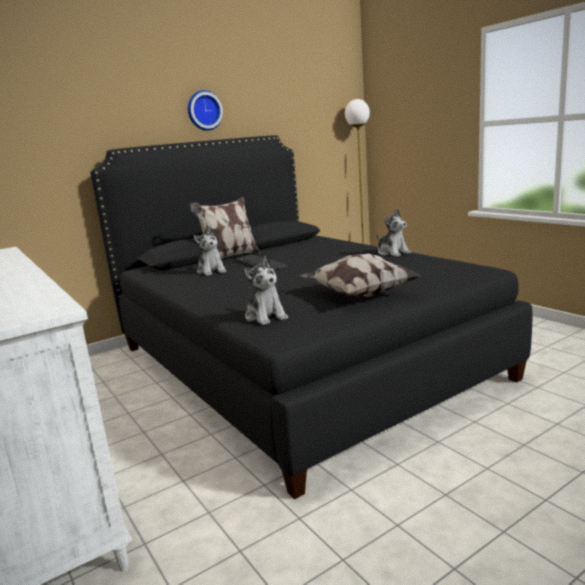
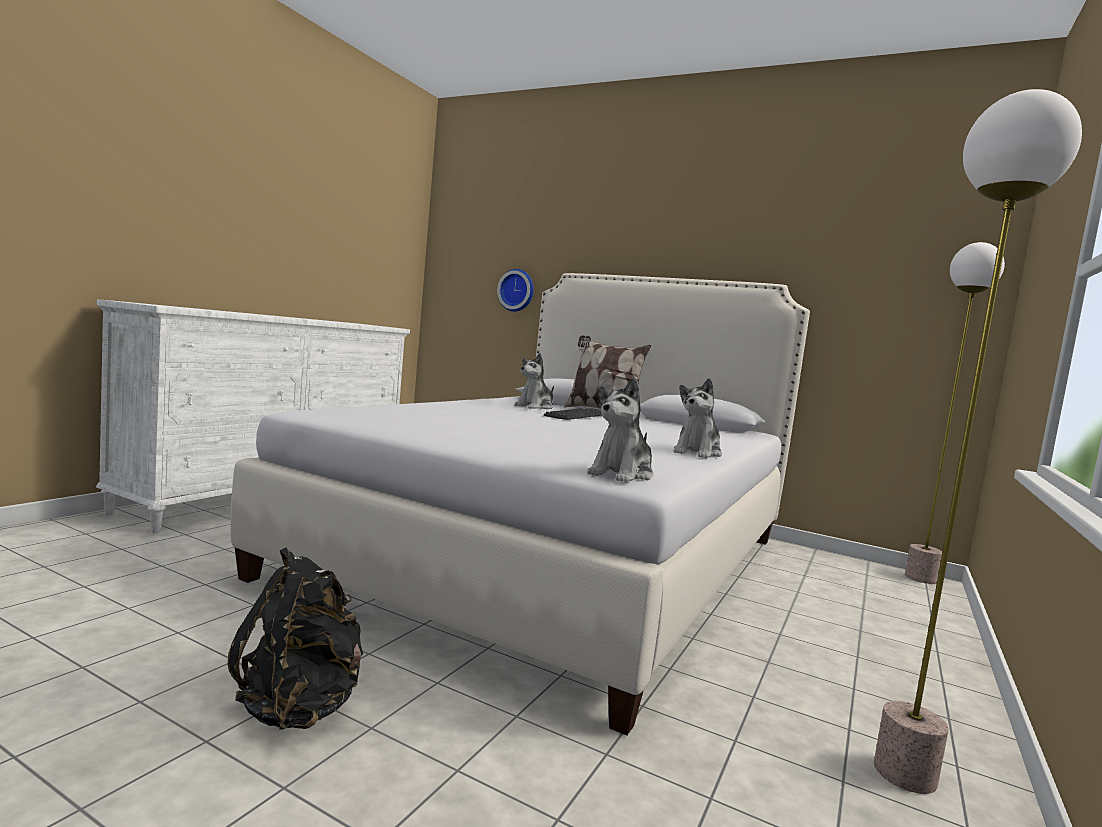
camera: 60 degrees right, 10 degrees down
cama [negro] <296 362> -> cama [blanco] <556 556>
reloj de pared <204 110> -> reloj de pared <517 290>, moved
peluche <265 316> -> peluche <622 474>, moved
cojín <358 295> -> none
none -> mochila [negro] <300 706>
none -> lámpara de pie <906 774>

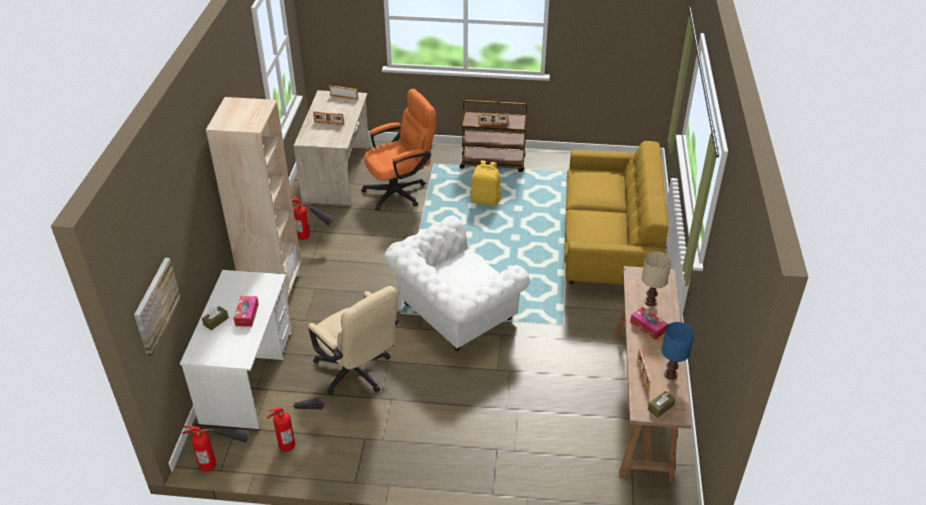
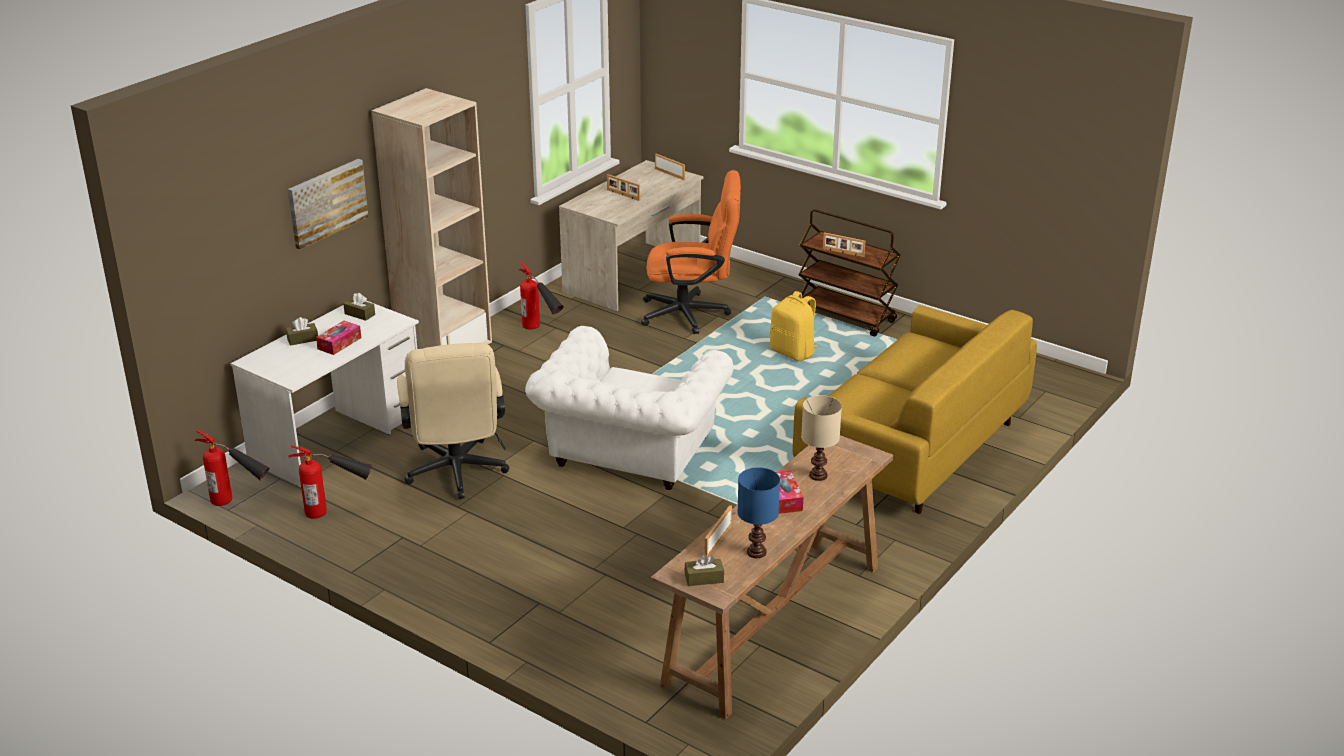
camera: 30 degrees right, 10 degrees down
cuadro <156 305> -> cuadro <327 202>, moved
sillón [blanco] <454 313> -> sillón [blanco] <629 455>, 60 degrees counterclockwise
none -> caja de pañuelos [marrón] <359 314>

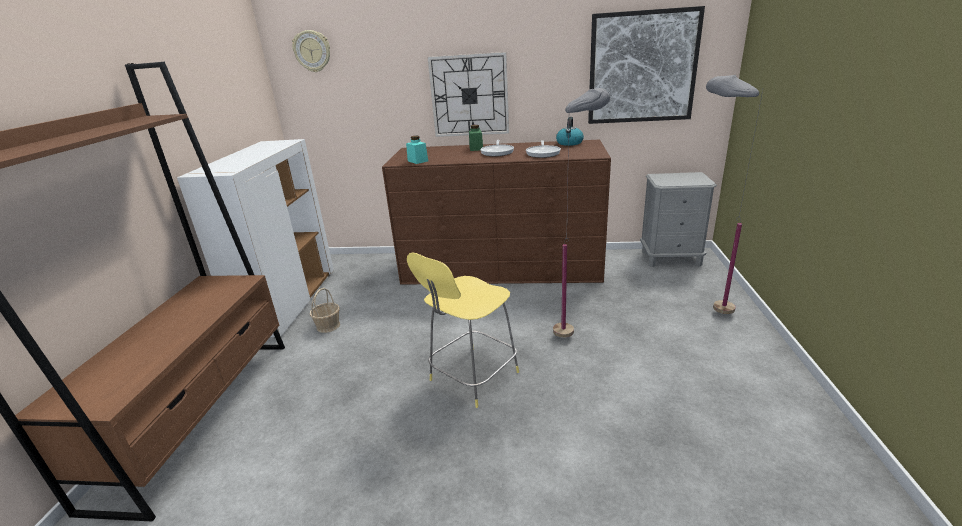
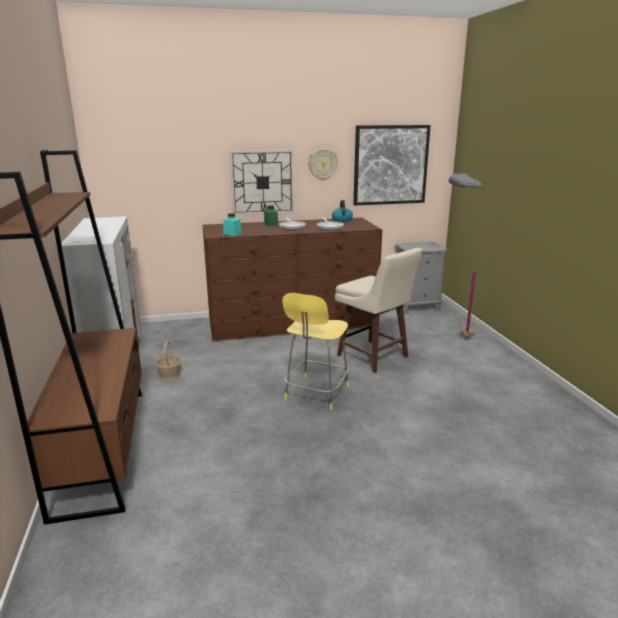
camera: 20 degrees left, 5 degrees down
reloj de pared <312 51> -> reloj de pared <322 164>, moved
lámpara de pie [gris] <575 330> -> taburete [beis] <373 357>

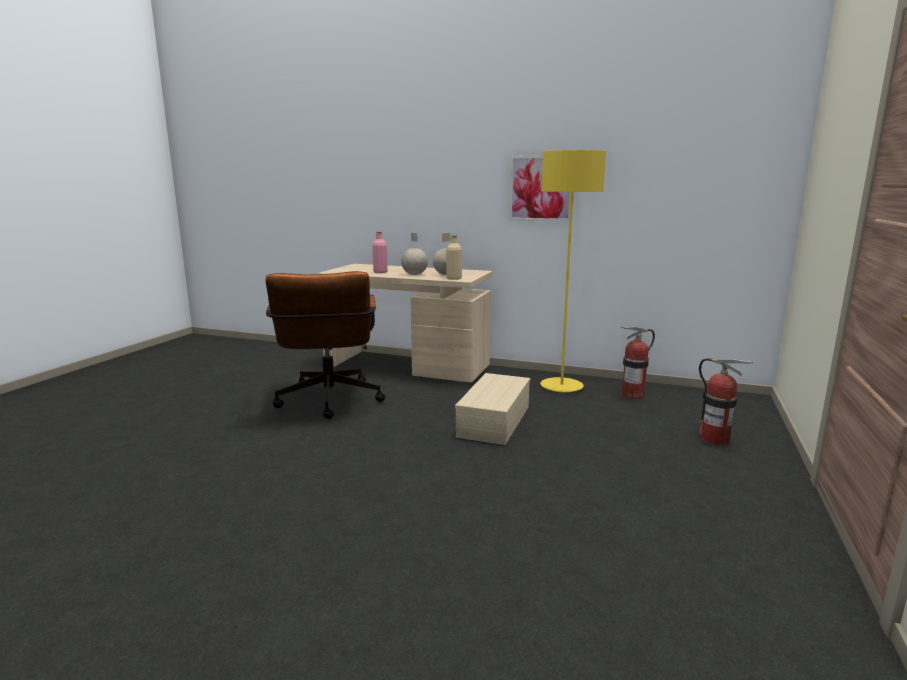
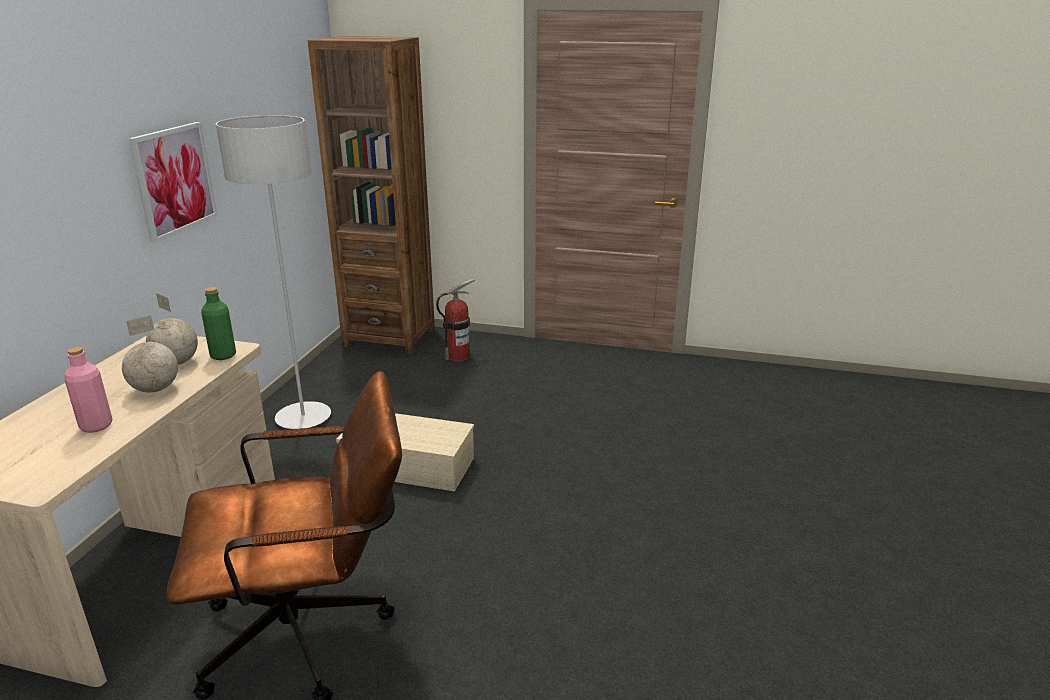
camera: 95 degrees left, 10 degrees up
botella [beis] <454 278> -> botella [verde] <223 355>
lámpara de pie [amarillo] <561 387> -> lámpara de pie [gris] <303 418>
extintor <632 395> -> none
none -> estantería [marrón] <389 337>

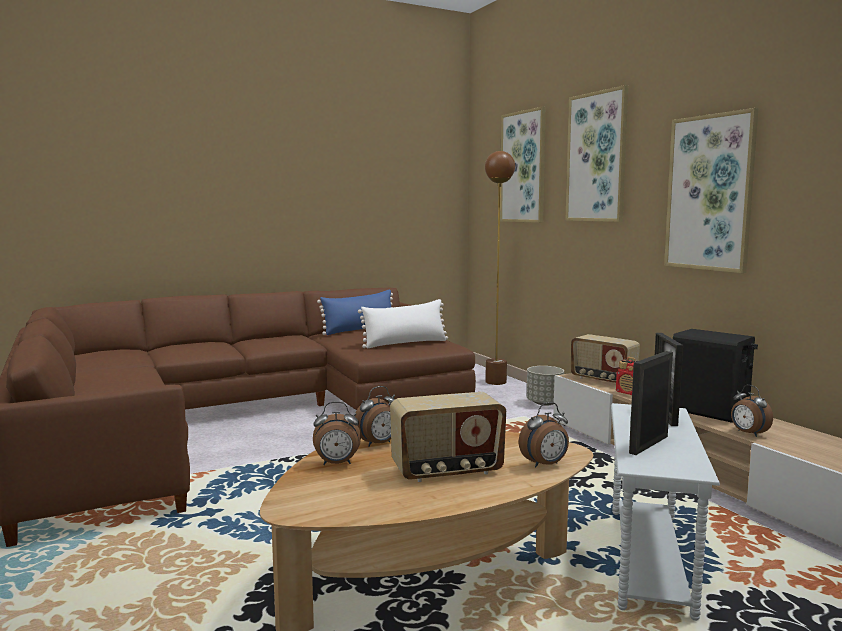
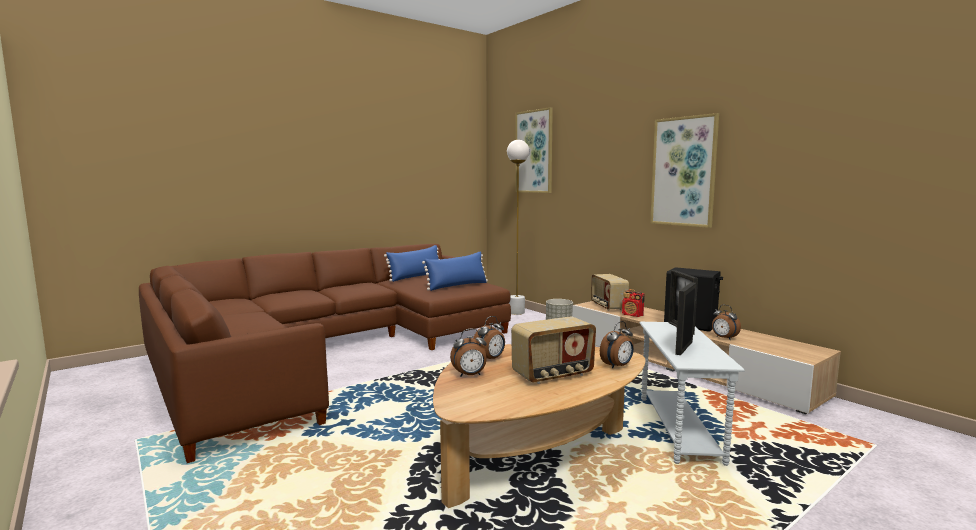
camera: 10 degrees left, 0 degrees up
cojín [blanco] <405 343> -> cojín [azul] <457 286>
lámpara de pie [marrón] <496 382> -> lámpara de pie [blanco] <517 312>
cuadro <597 157> -> none
radio <602 379> -> radio <607 306>, 45 degrees clockwise

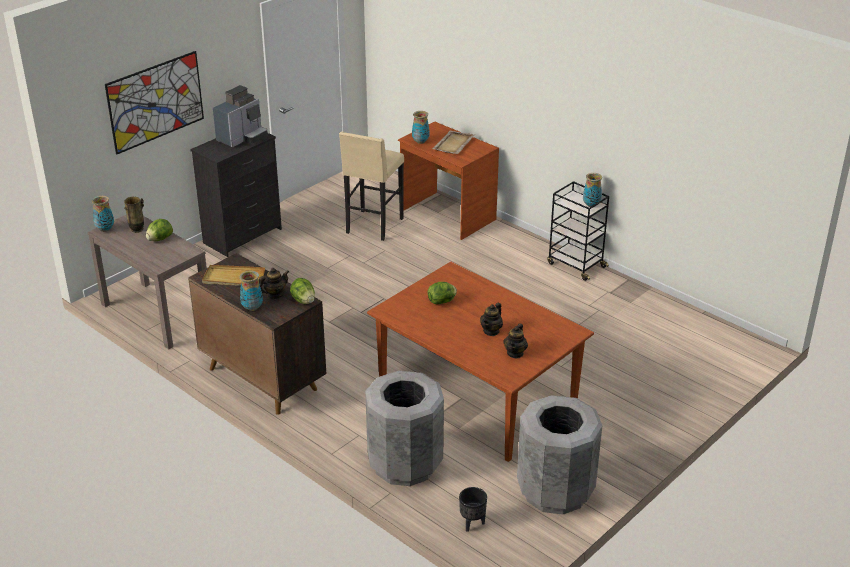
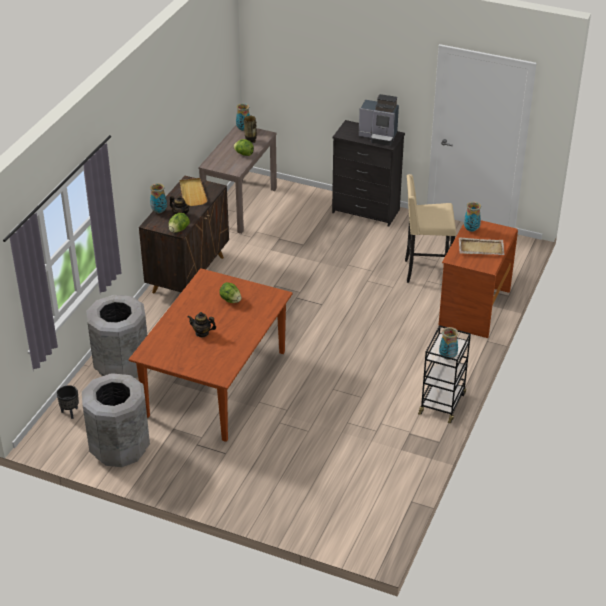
camera: 70 degrees right, 5 degrees up
cuadro <156 102> -> none
tetera <515 353> -> none

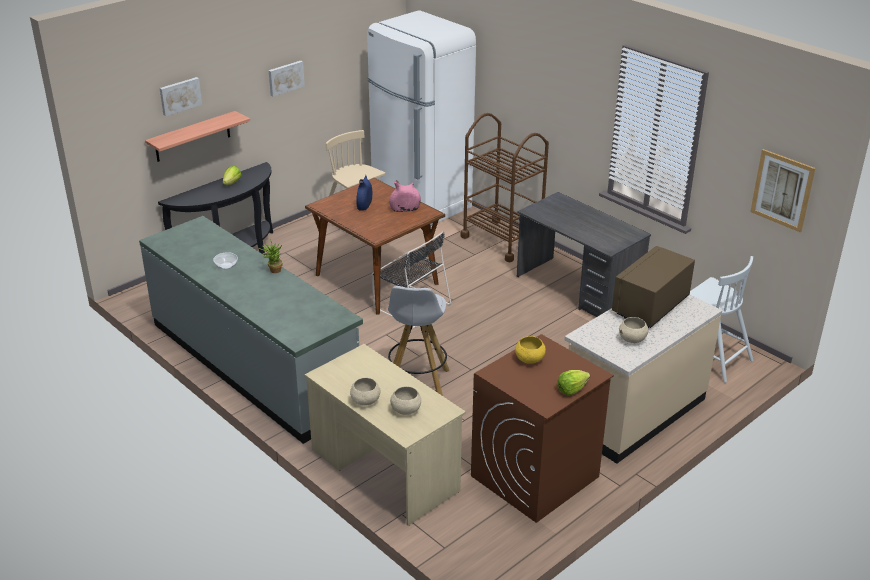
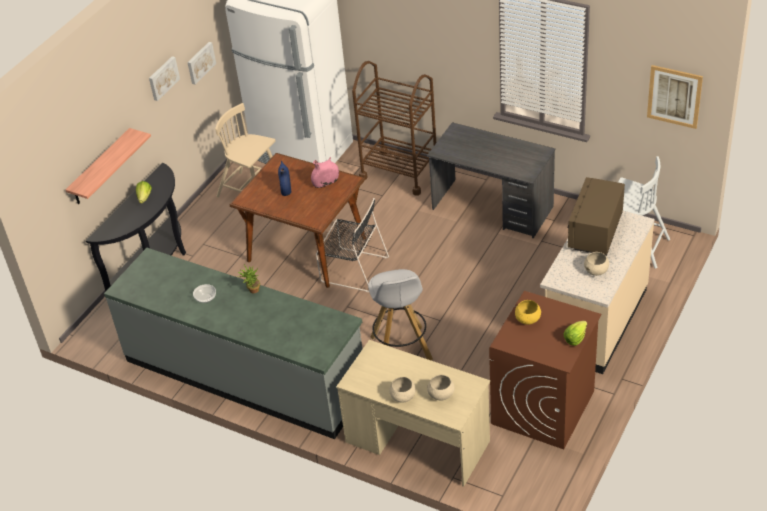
camera: 15 degrees left, 10 degrees up
cuadro <180 95> -> cuadro <200 62>, moved

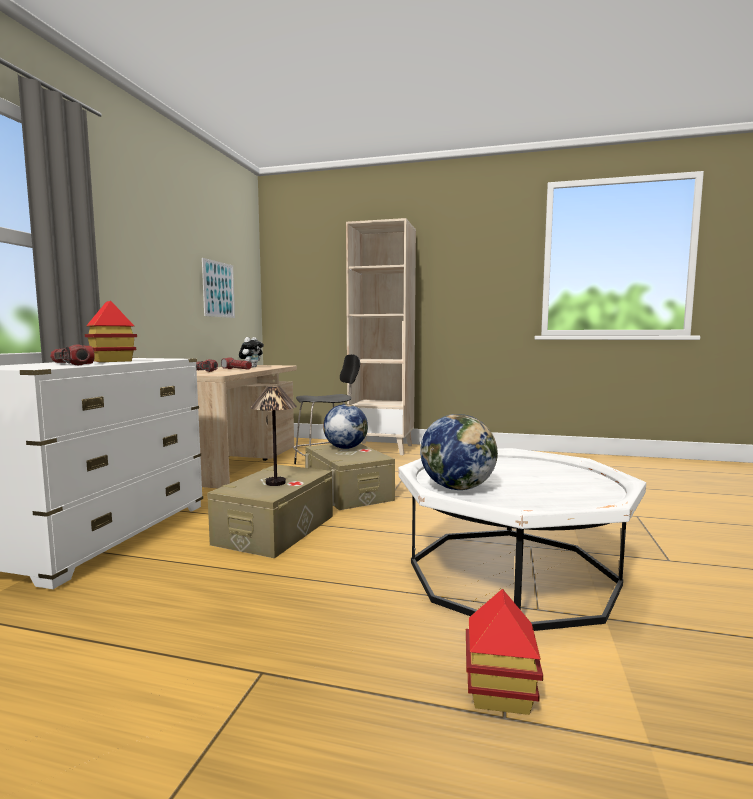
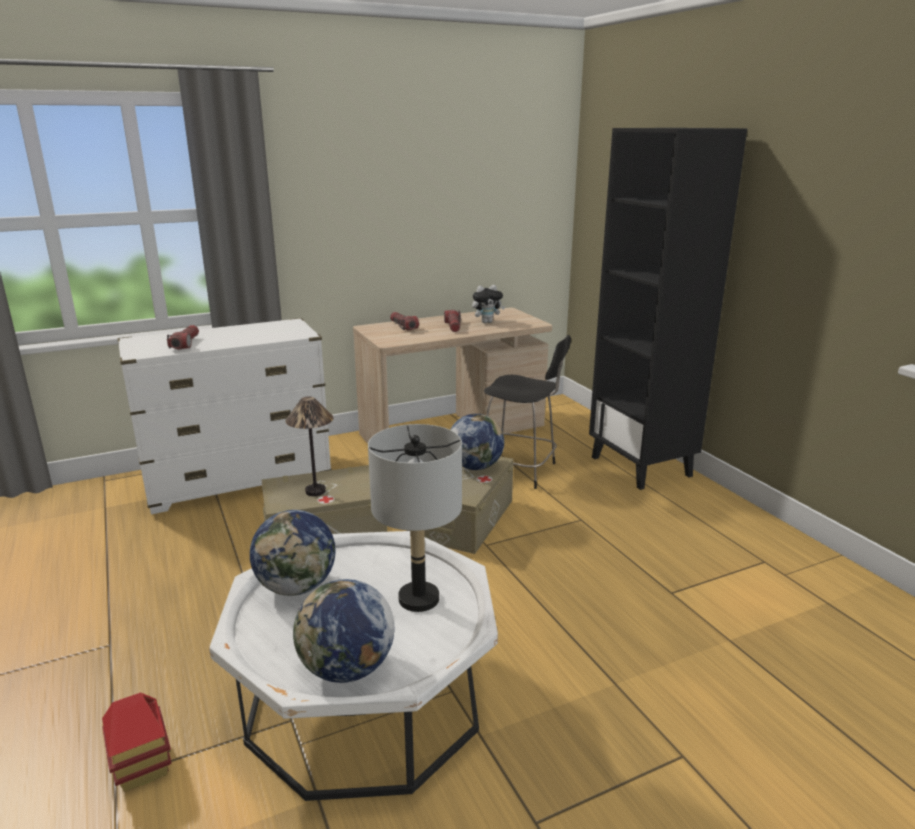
camera: 50 degrees right, 15 degrees up
casita <112 361> -> none
cuadro <218 289> -> none
estantería [beis] <382 448> -> estantería [negro] <642 466>
none -> globo terráqueo <346 669>
none -> lámpara de mesa [gris] <418 598>

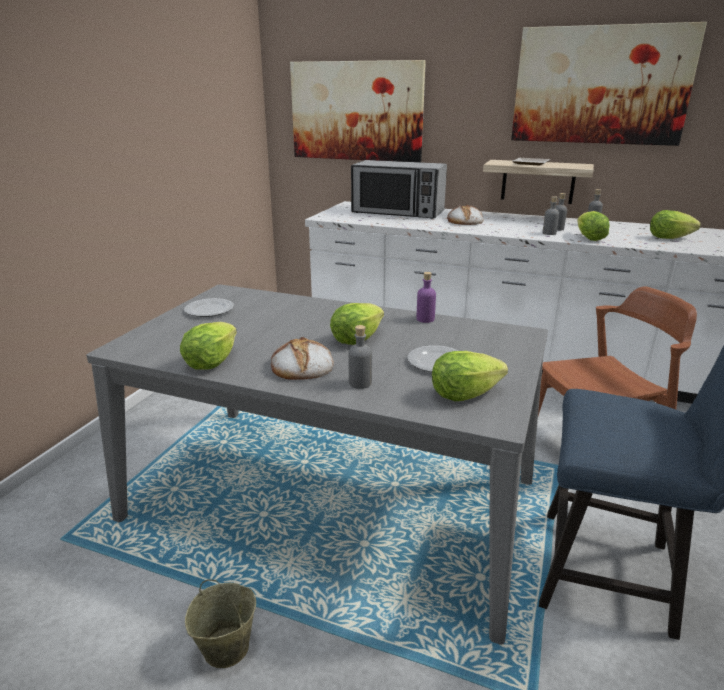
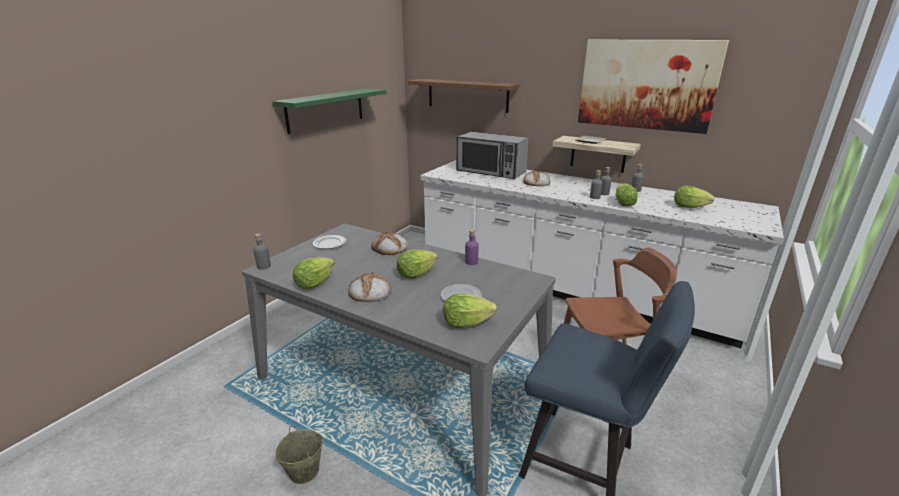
camera: 10 degrees right, 0 degrees up
cuadro <356 111> -> estante [marrón] <467 95>
botella [gris] <360 383> -> botella [gris] <264 266>, moved
none -> estante [verde] <326 110>
none -> pan <389 248>

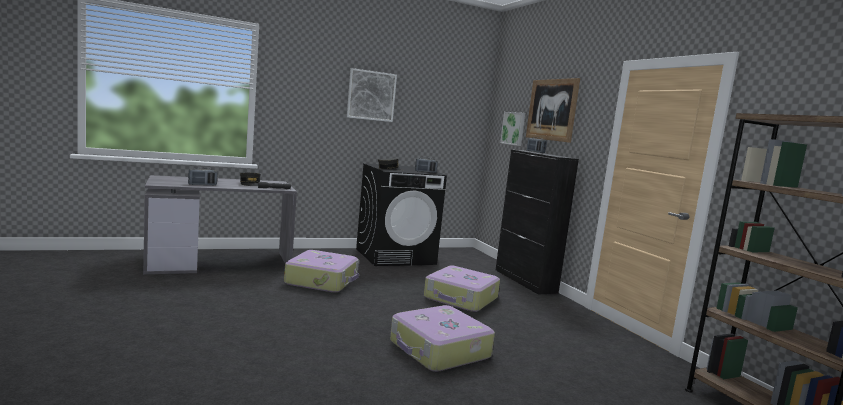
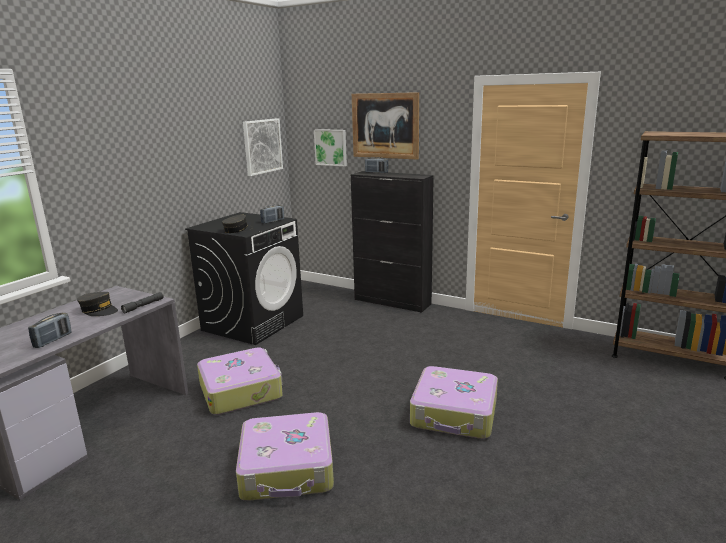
camera: 35 degrees left, 10 degrees up
cuadro <371 95> -> cuadro <262 146>, moved
maleta <461 298> -> maleta <288 468>, moved

